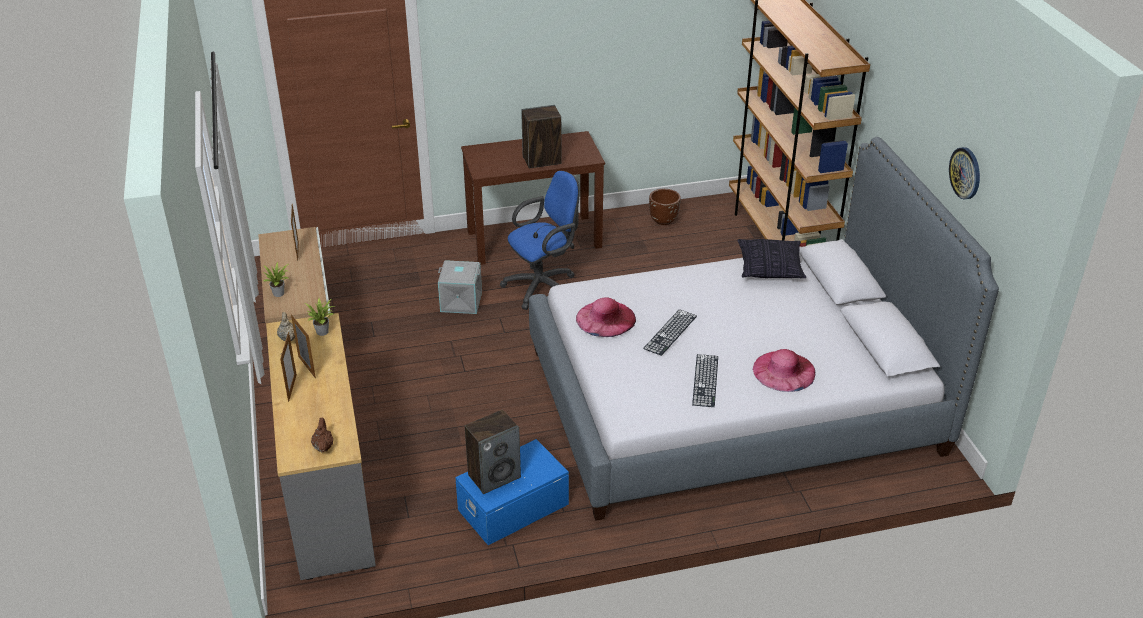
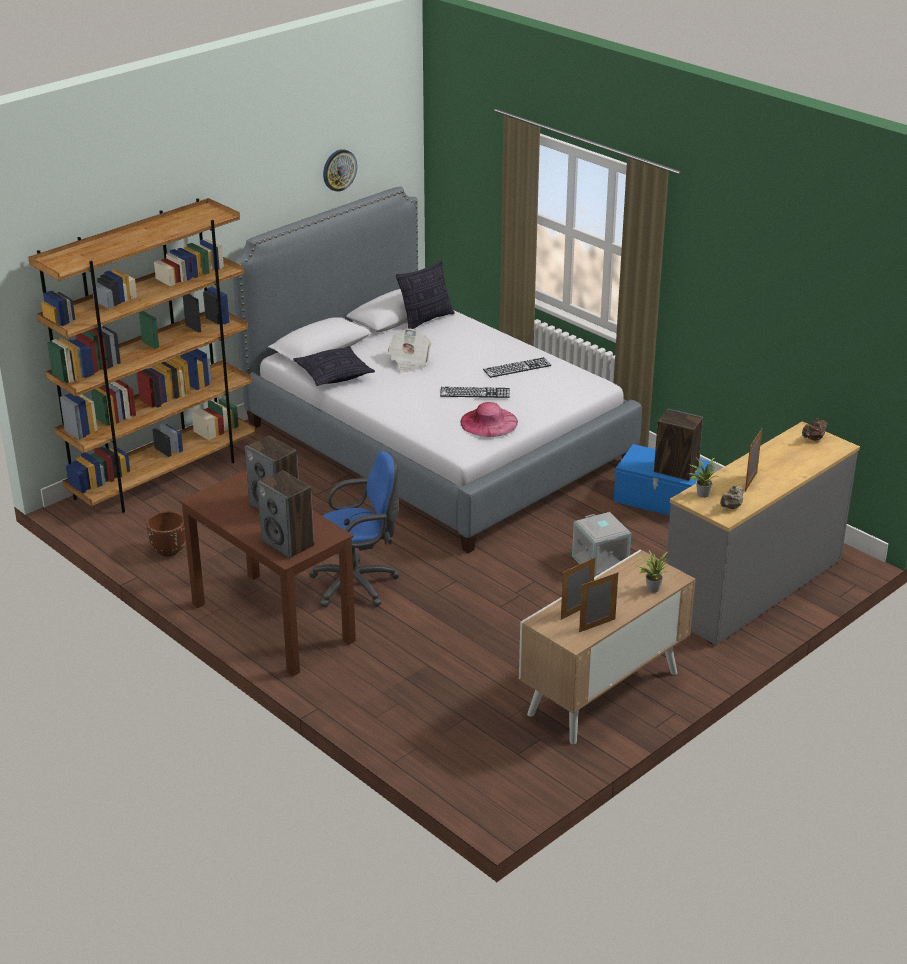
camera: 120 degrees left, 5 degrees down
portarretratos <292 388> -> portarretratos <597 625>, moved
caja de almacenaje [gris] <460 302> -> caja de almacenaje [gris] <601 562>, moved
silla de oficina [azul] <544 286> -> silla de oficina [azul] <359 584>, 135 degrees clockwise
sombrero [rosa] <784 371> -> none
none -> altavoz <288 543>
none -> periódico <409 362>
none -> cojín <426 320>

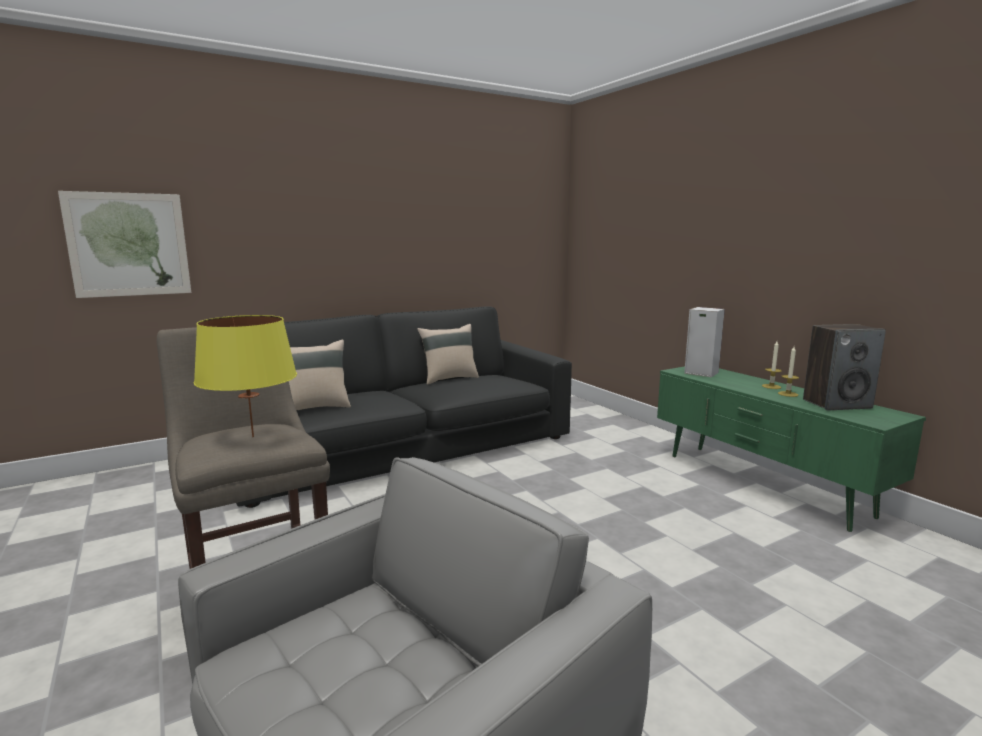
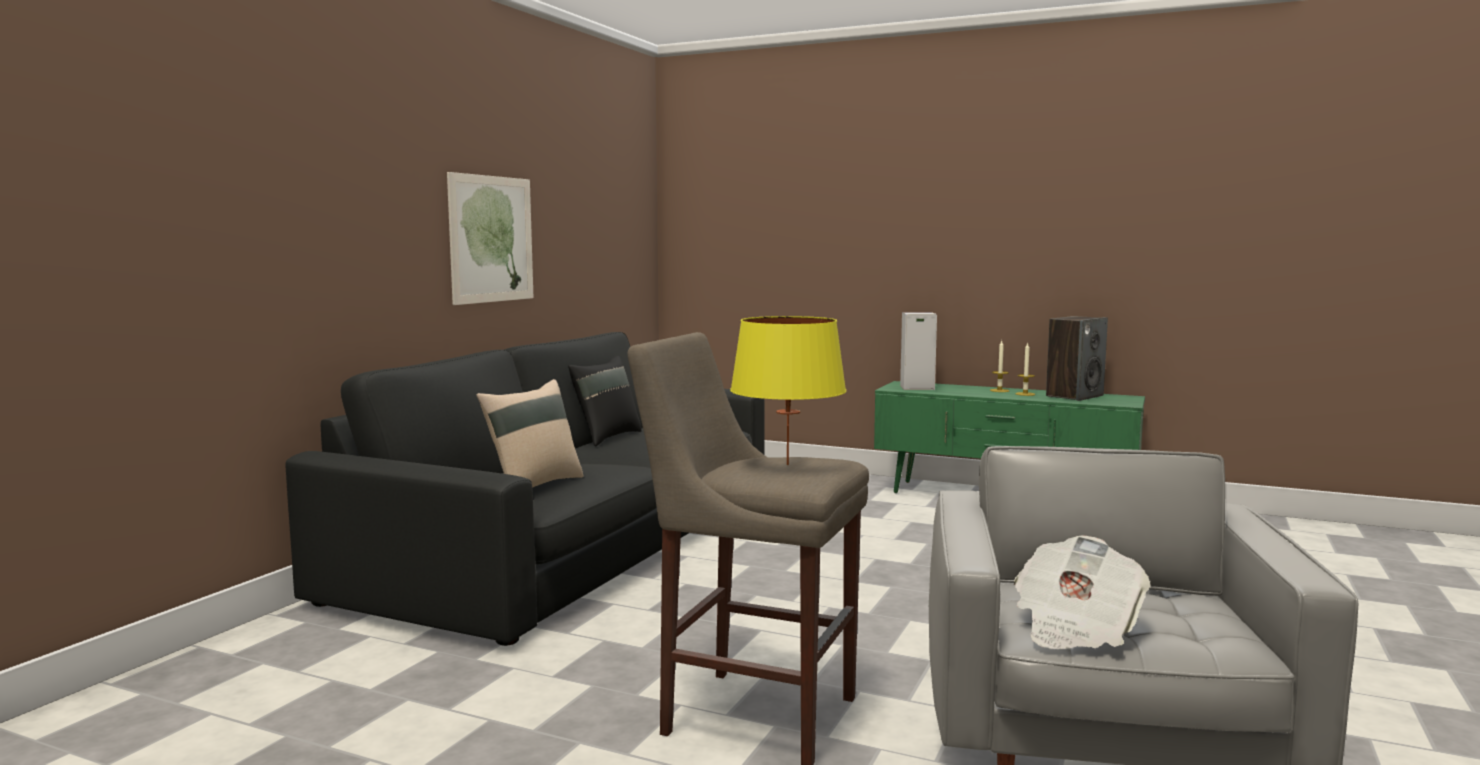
camera: 35 degrees left, 5 degrees down
cuadro <129 245> -> cuadro <491 239>, moved
cojín [beis] <449 378> -> cojín [negro] <606 437>
none -> periódico <1075 627>

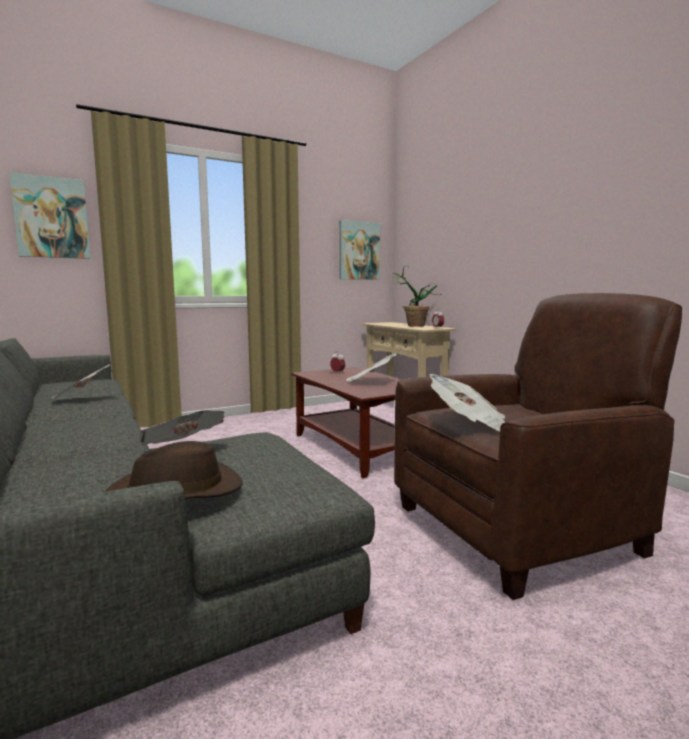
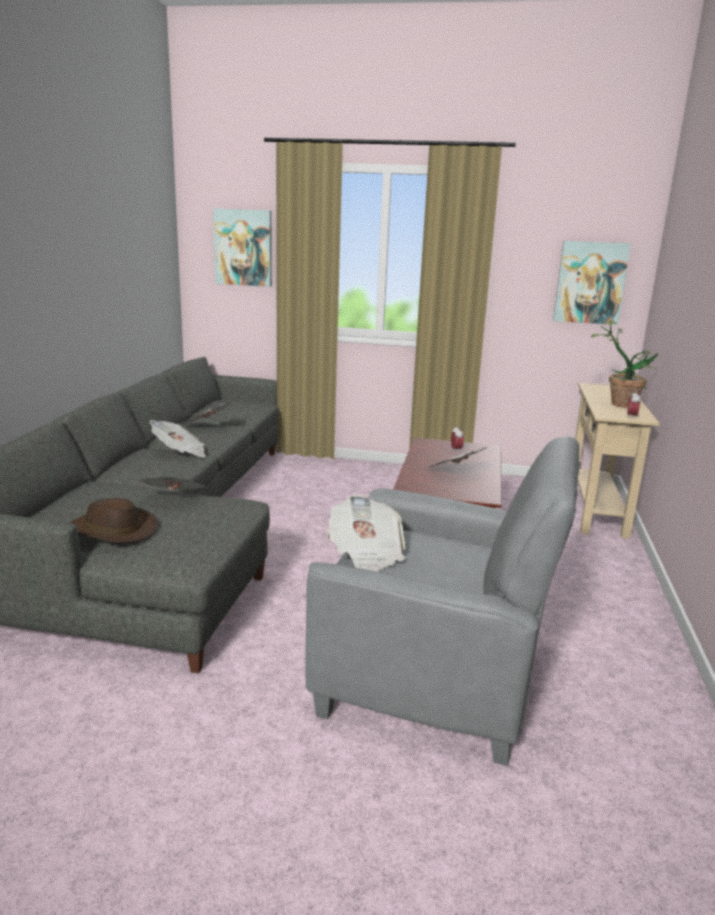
camera: 40 degrees right, 10 degrees up
sillón [marrón] <517 528> -> sillón [gris] <434 678>
none -> periódico <180 453>

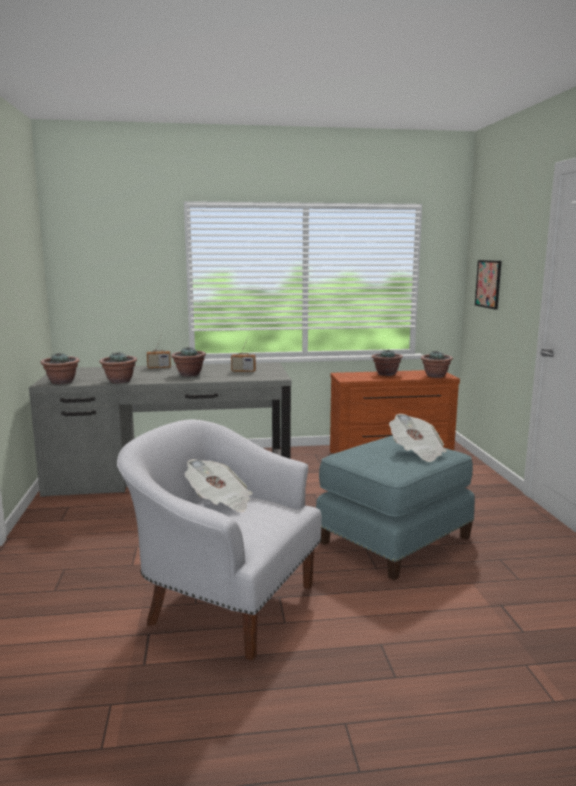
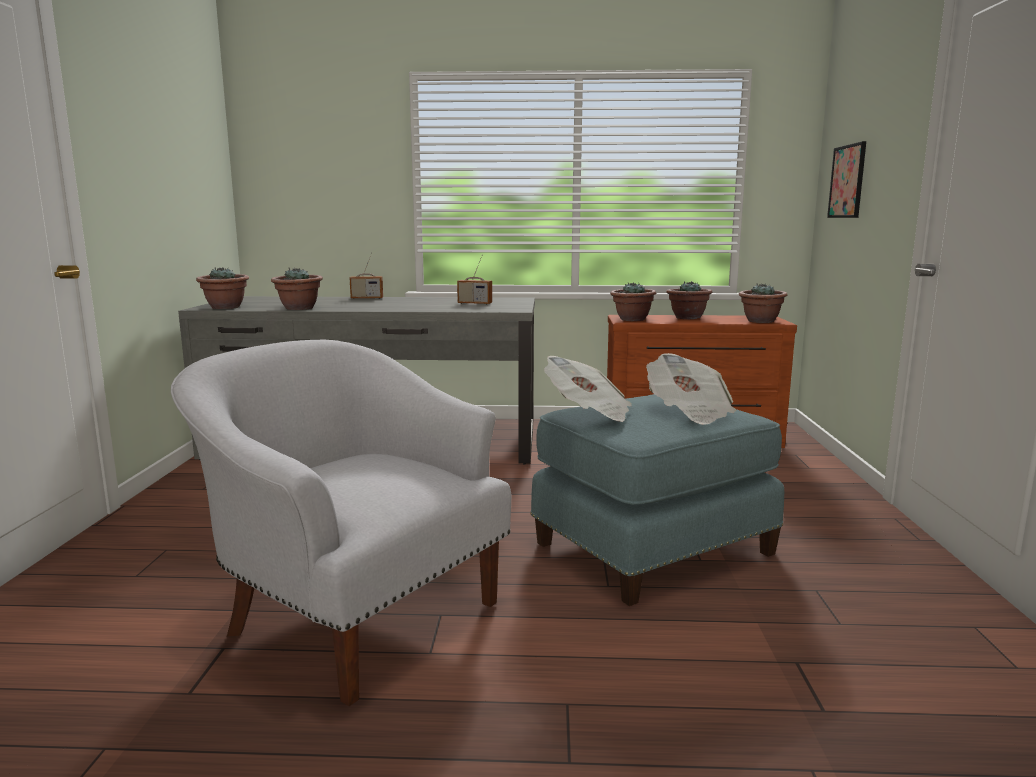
camera: 10 degrees right, 0 degrees up
planta en maceta <189 374> -> planta en maceta <632 319>, moved
periódico <220 502> -> periódico <588 412>, moved

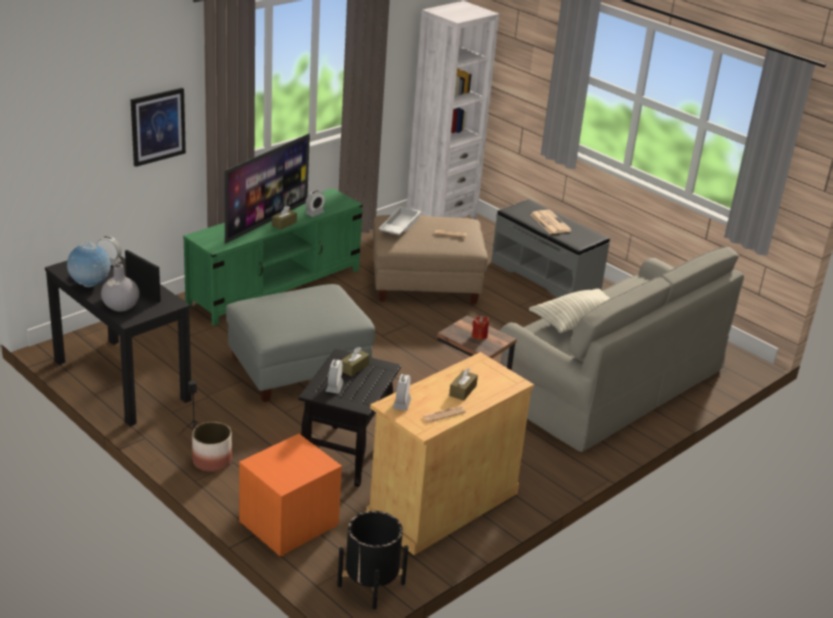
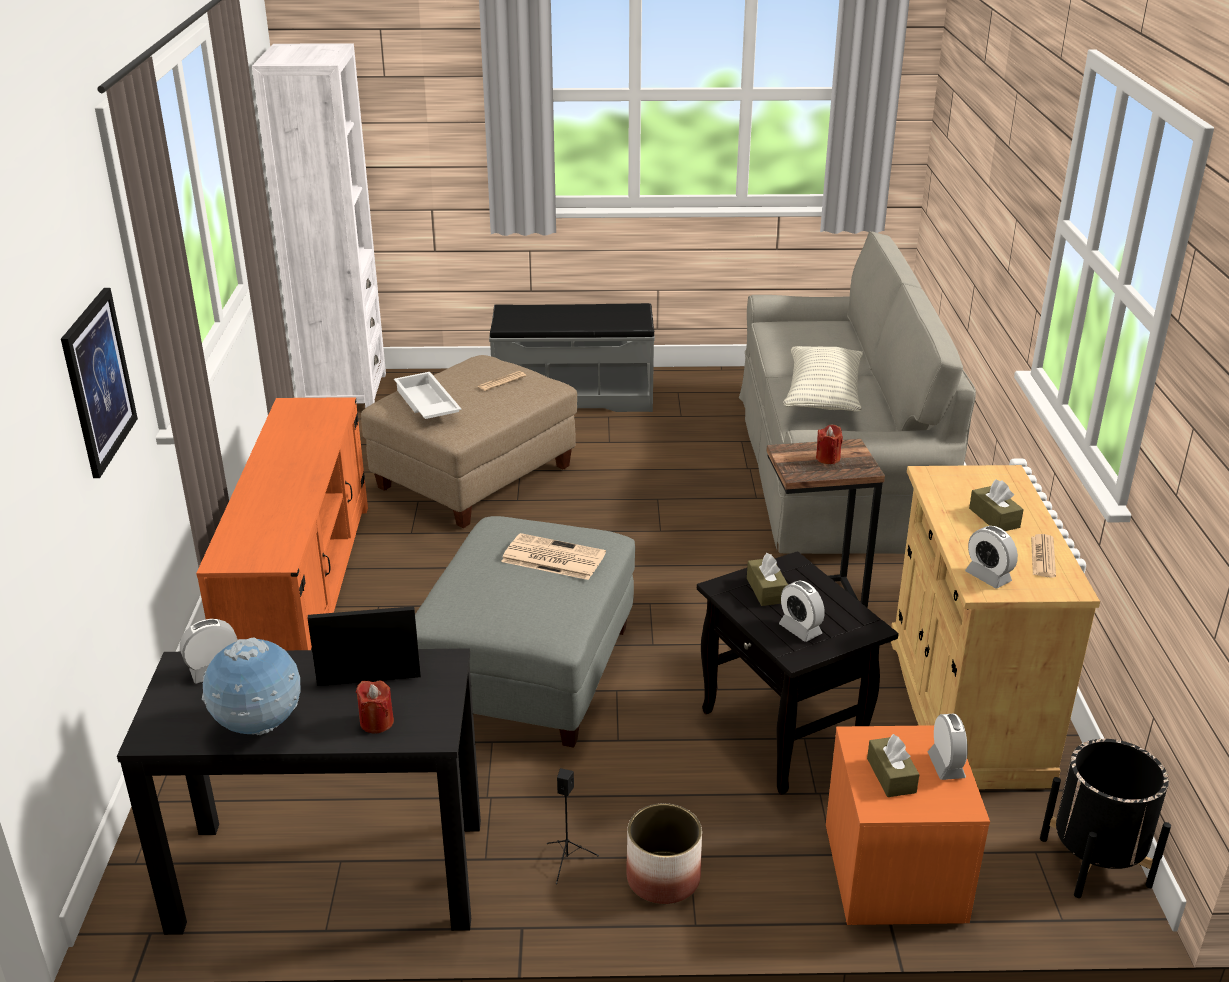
camera: 45 degrees left, 0 degrees up
florero [gris] <120 306> -> vela [rojo] <377 722>
mueble de televisión [verde] <275 287> -> mueble de televisión [naranja] <303 592>
televisor <266 221> -> none
caja de pañuelos [marrón] <284 223> -> caja de pañuelos [marrón] <891 775>, moved
despertador <314 213> -> despertador <946 765>, moved
periódico <549 222> -> periódico <552 558>, moved

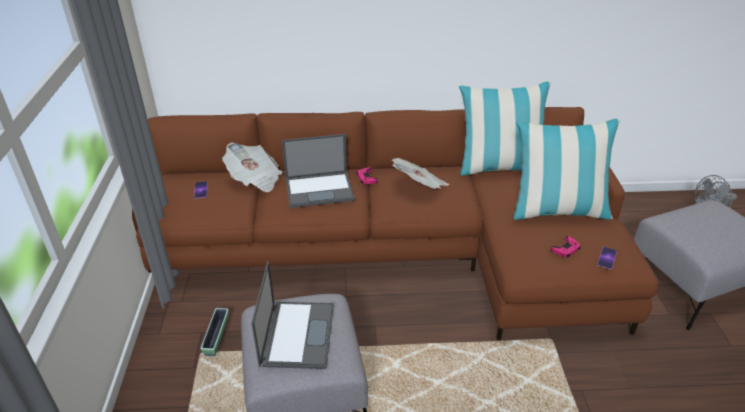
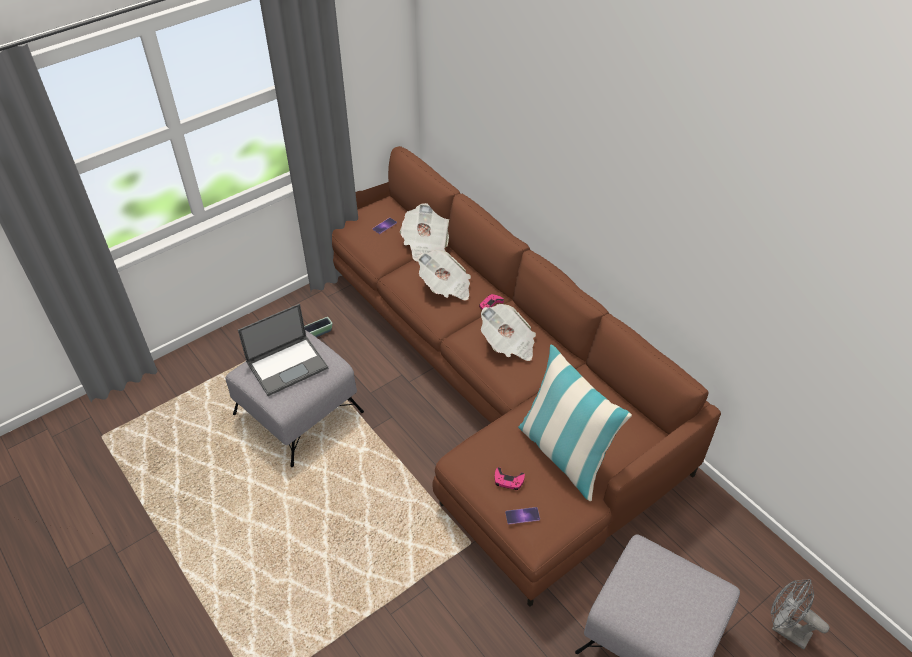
camera: 55 degrees right, 10 degrees up
portátil <320 189> -> periódico <445 286>
cojín <500 167> -> none

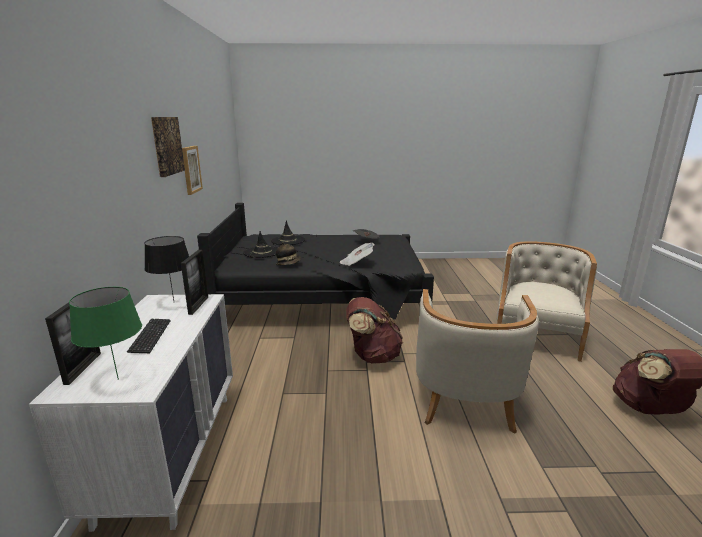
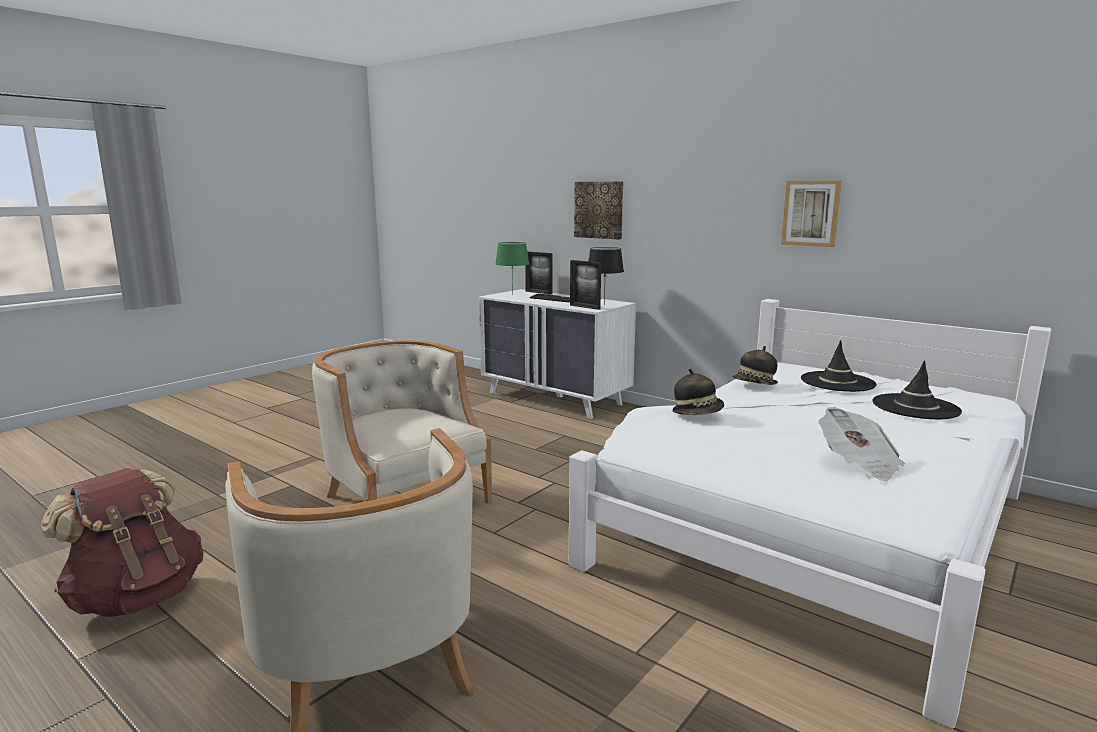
camera: 130 degrees right, 5 degrees down
cuadro <166 145> -> cuadro <599 210>, moved
cama [negro] <324 297> -> cama [blanco] <813 527>
periódico <356 263> -> sombrero <697 413>
mochila [marrón] <372 356> -> none

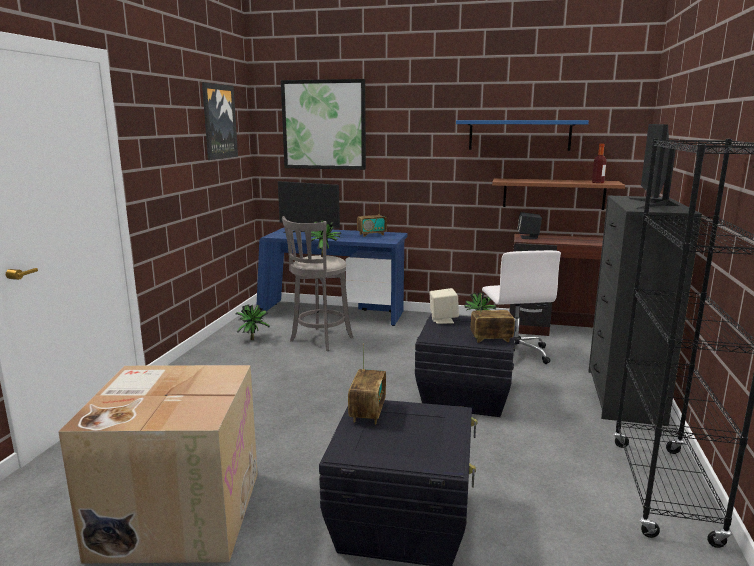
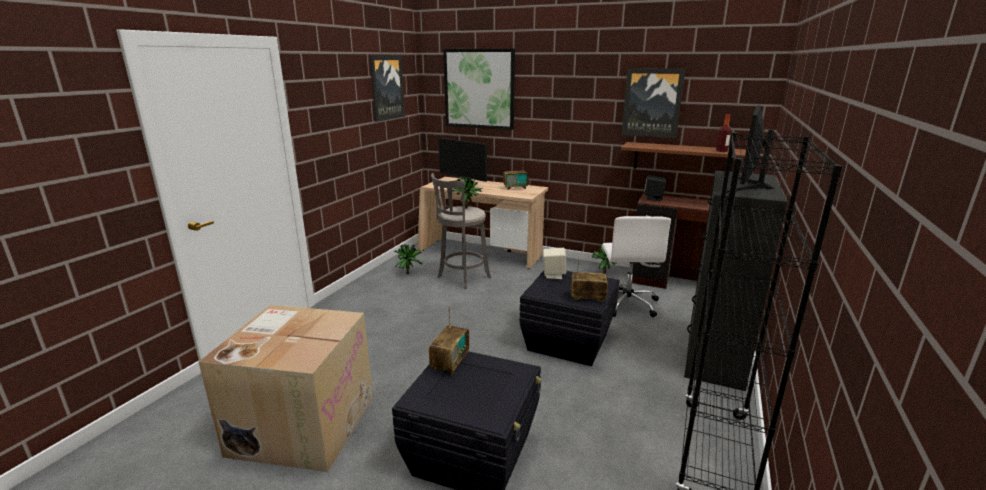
camera: 10 degrees right, 5 degrees up
escritorio [azul] <332 314> -> escritorio [beis] <481 253>
estante [azul] <519 135> -> cuadro <652 103>

